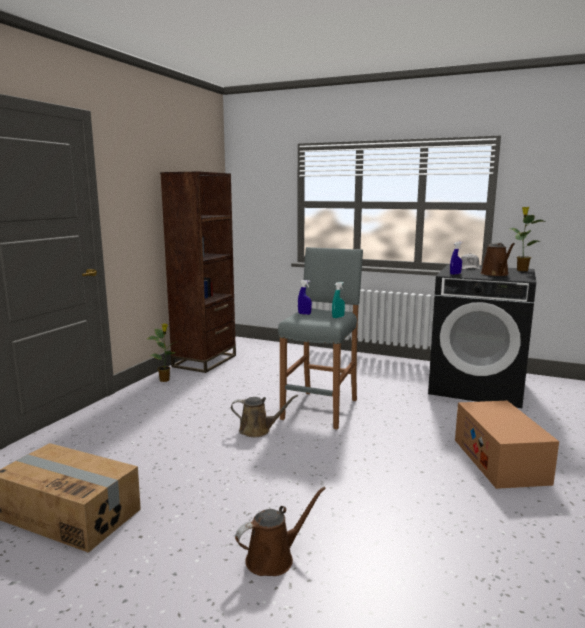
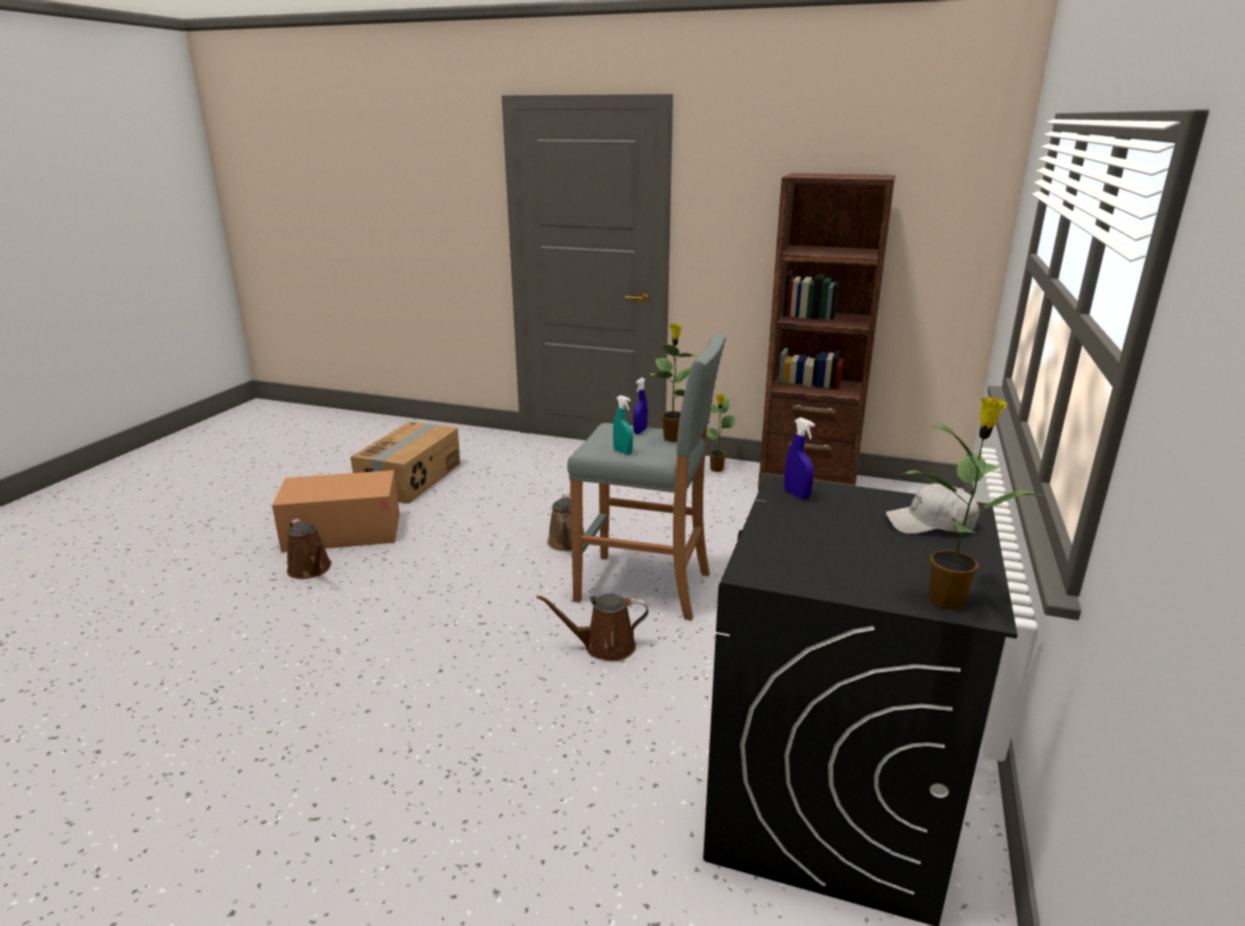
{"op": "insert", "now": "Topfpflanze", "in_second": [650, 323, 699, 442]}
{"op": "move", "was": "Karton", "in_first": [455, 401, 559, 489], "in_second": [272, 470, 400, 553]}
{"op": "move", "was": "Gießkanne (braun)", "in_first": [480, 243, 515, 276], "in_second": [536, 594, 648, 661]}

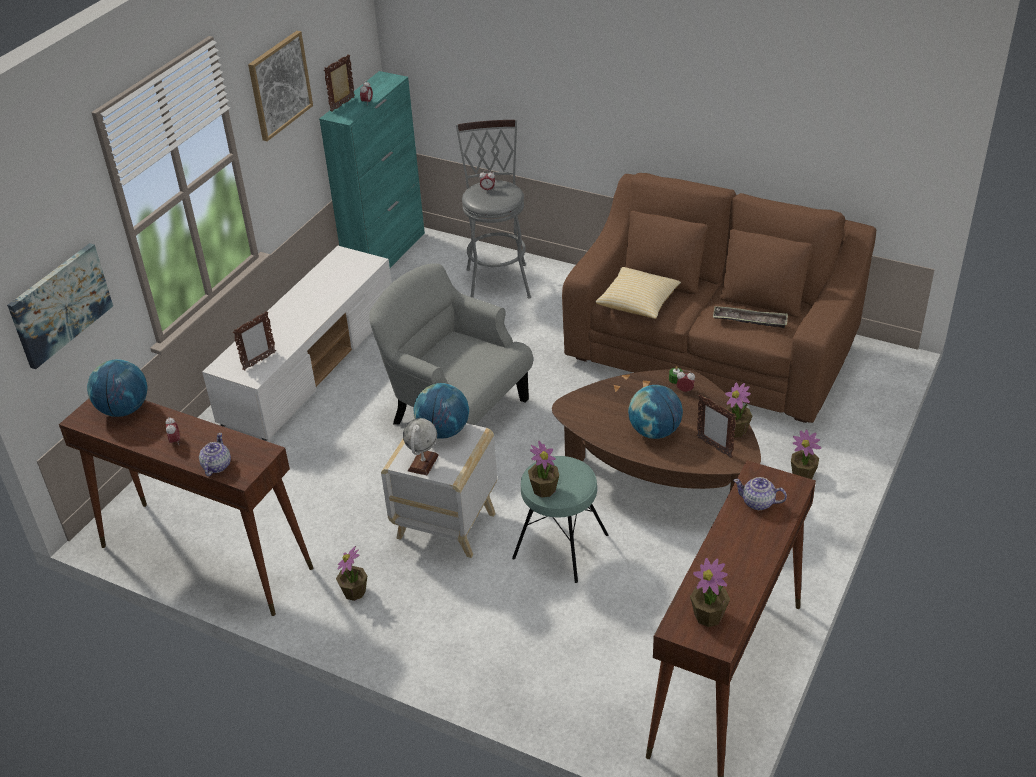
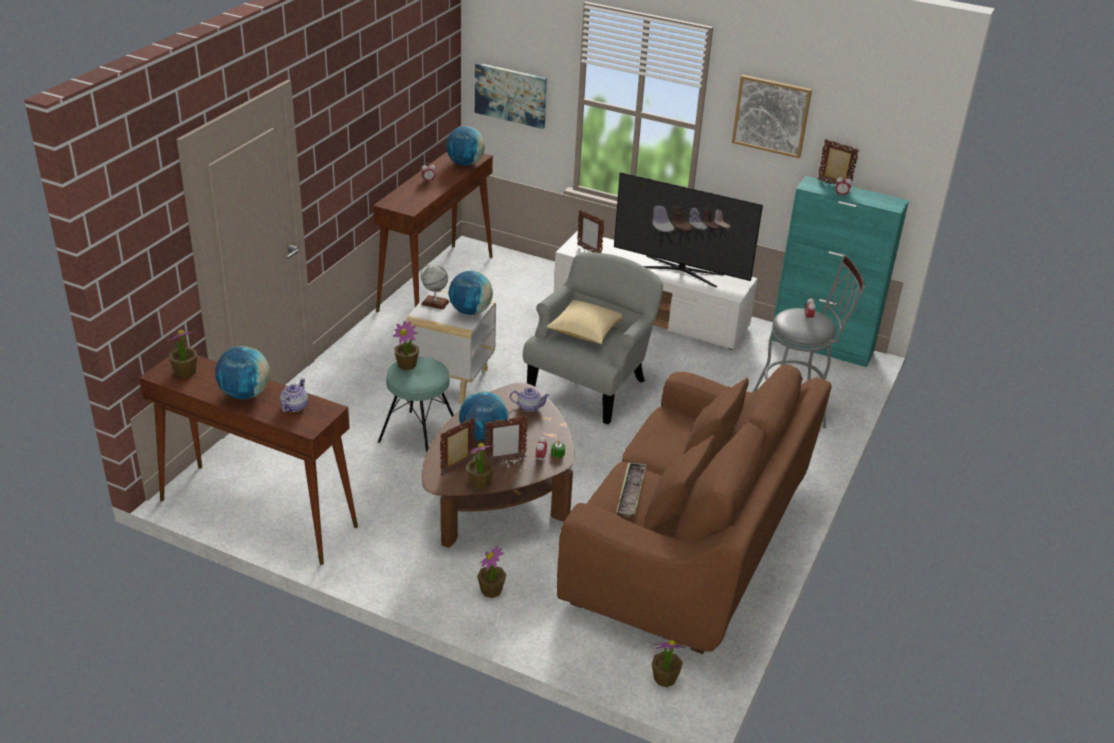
{"op": "insert", "now": "Globus", "in_second": [215, 346, 270, 400]}
{"op": "insert", "now": "Bilderrahmen", "in_second": [485, 416, 528, 463]}
{"op": "insert", "now": "Fernseher", "in_second": [614, 172, 763, 288]}
{"op": "move", "was": "Teekanne", "in_first": [199, 433, 231, 476], "in_second": [510, 388, 550, 412]}
{"op": "move", "was": "Topfpflanze", "in_first": [336, 546, 367, 601], "in_second": [652, 640, 686, 687]}
{"op": "move", "was": "Kissen", "in_first": [596, 267, 681, 319], "in_second": [546, 300, 622, 344]}

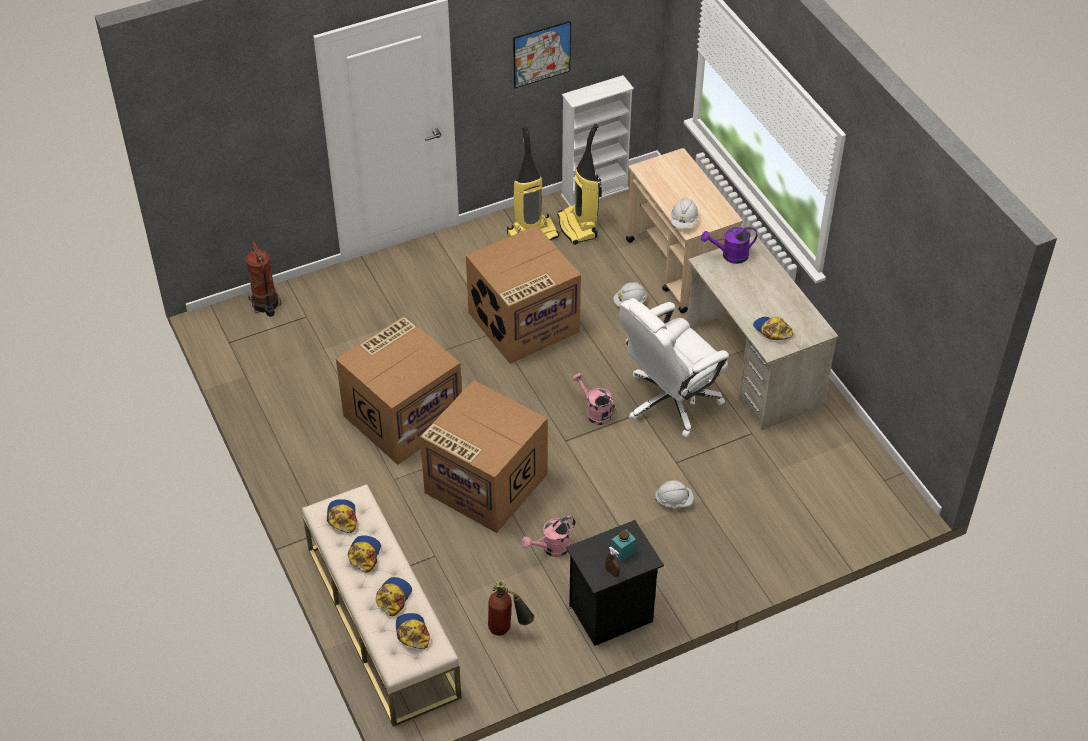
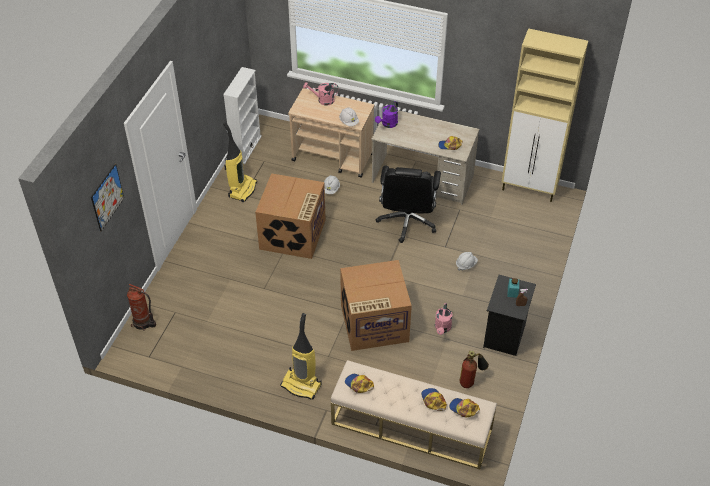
{"op": "delete", "was": "Karton", "in_first": [336, 316, 462, 465]}
{"op": "delete", "was": "Kappe", "in_first": [348, 535, 381, 573]}
{"op": "insert", "now": "Schrank (beige)", "in_second": [502, 28, 588, 202]}
{"op": "move", "was": "Bild", "in_first": [513, 21, 571, 88], "in_second": [91, 164, 124, 231]}
{"op": "move", "was": "Staubsauger", "in_first": [557, 124, 602, 245], "in_second": [280, 313, 322, 399]}
{"op": "move", "was": "Gießkanne (rosa)", "in_first": [572, 373, 615, 425], "in_second": [303, 82, 339, 105]}
{"op": "recolor", "was": "Bürostuhl (weiß)", "now": "Bürostuhl (schwarz)", "in_first": [619, 298, 729, 438], "in_second": [375, 166, 441, 243]}

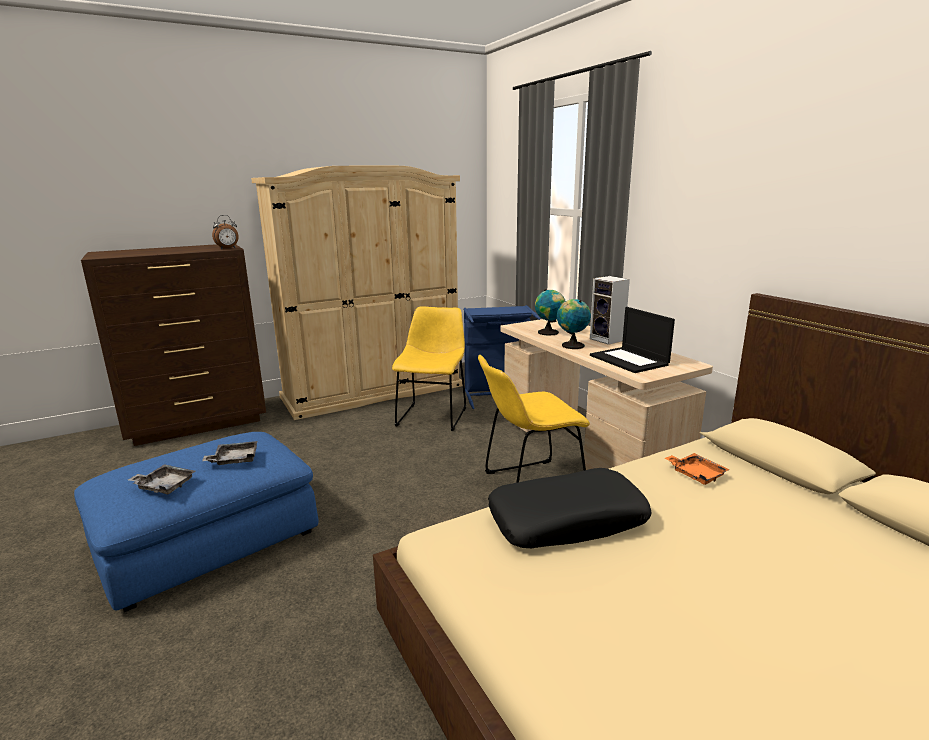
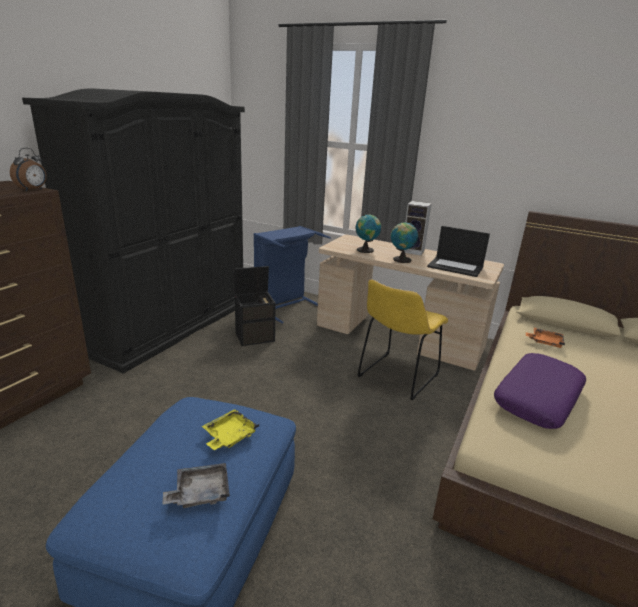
{"op": "replace", "was": "Stuhl (gelb)", "now": "Aufbewahrungsbox (schwarz)", "in_first": [392, 306, 466, 431], "in_second": [234, 266, 276, 346]}
{"op": "recolor", "was": "Tablett (grau)", "now": "Tablett (gelb)", "in_first": [202, 441, 257, 465], "in_second": [202, 409, 259, 450]}
{"op": "recolor", "was": "Kleiderschrank (beige)", "now": "Kleiderschrank (schwarz)", "in_first": [251, 166, 463, 420], "in_second": [22, 88, 245, 374]}
{"op": "recolor", "was": "Kissen (schwarz)", "now": "Kissen (lila)", "in_first": [488, 468, 652, 548], "in_second": [494, 353, 586, 429]}

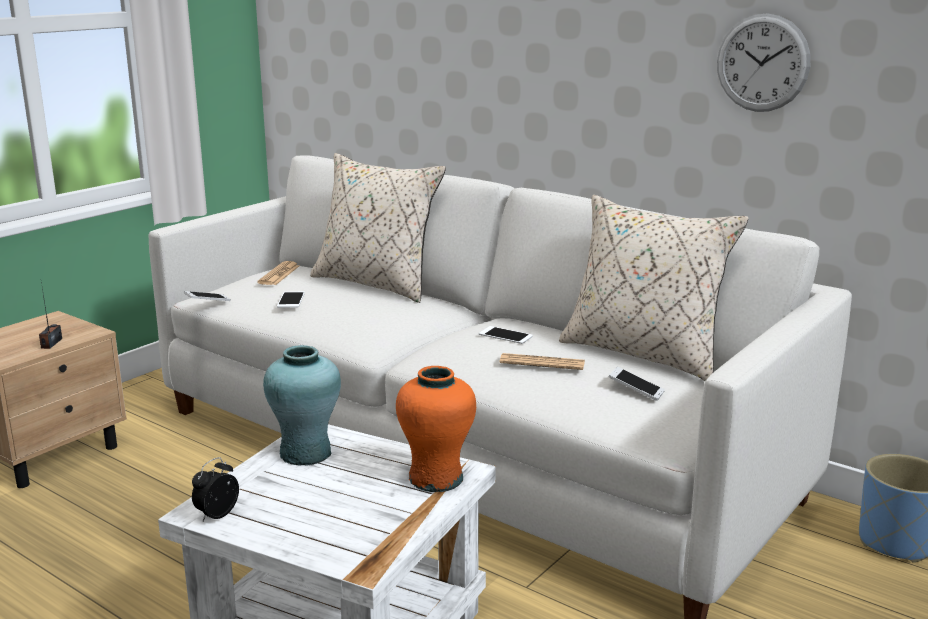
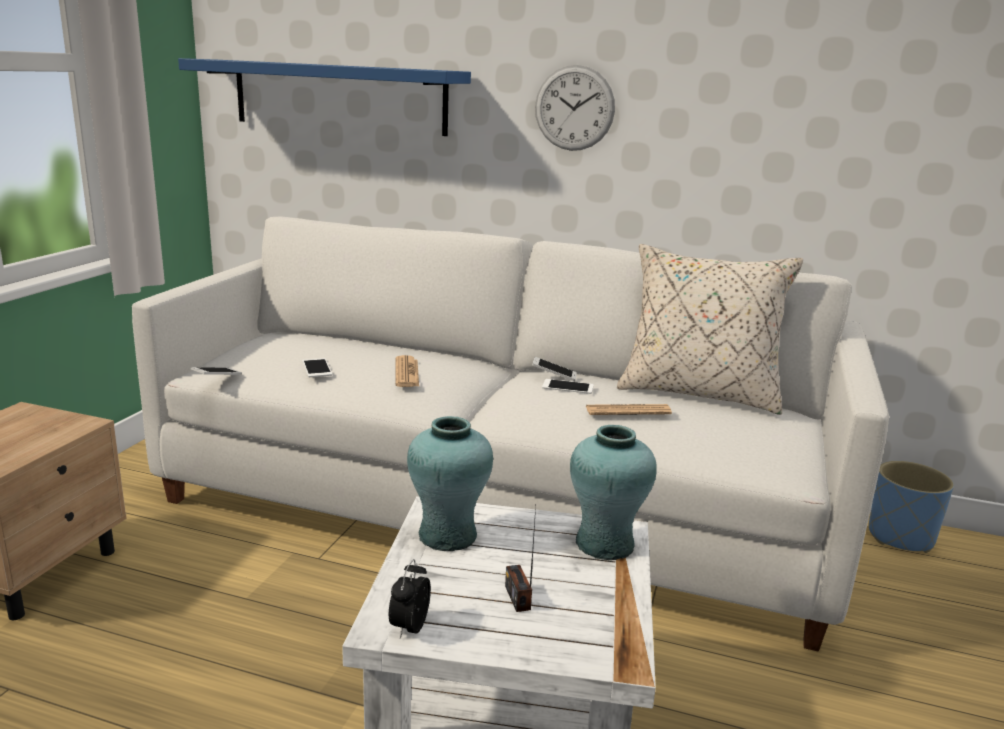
{"op": "delete", "was": "Kissen (beige)", "in_first": [310, 153, 446, 303]}
{"op": "insert", "now": "Wandregal (blau)", "in_second": [178, 58, 471, 136]}
{"op": "move", "was": "Radio", "in_first": [39, 282, 62, 349], "in_second": [505, 506, 536, 612]}
{"op": "move", "was": "Zeitung", "in_first": [257, 261, 299, 285], "in_second": [395, 355, 419, 387]}
{"op": "move", "was": "Handy", "in_first": [609, 367, 665, 401], "in_second": [532, 357, 577, 381]}
{"op": "move", "was": "Wanduhr", "in_first": [717, 13, 810, 112], "in_second": [535, 65, 615, 151]}
{"op": "recolor", "was": "Vase (orange)", "now": "Vase (türkis)", "in_first": [396, 366, 476, 492], "in_second": [570, 425, 657, 560]}

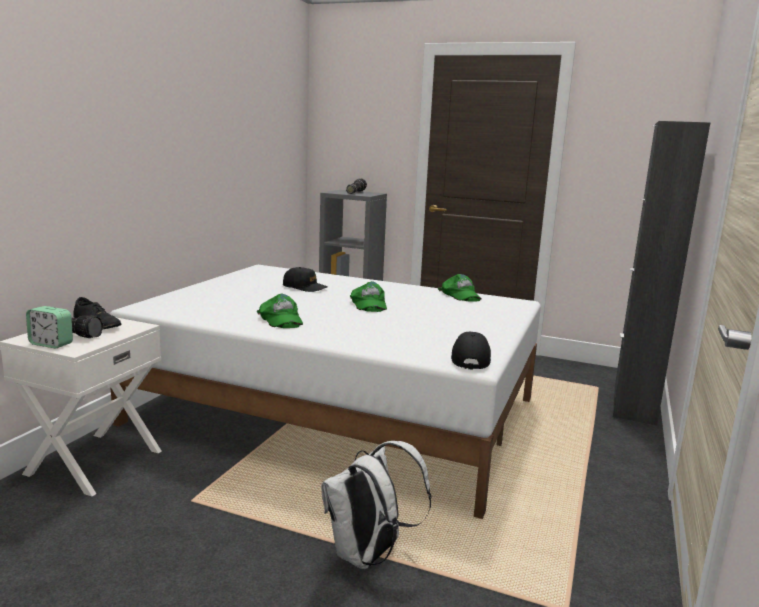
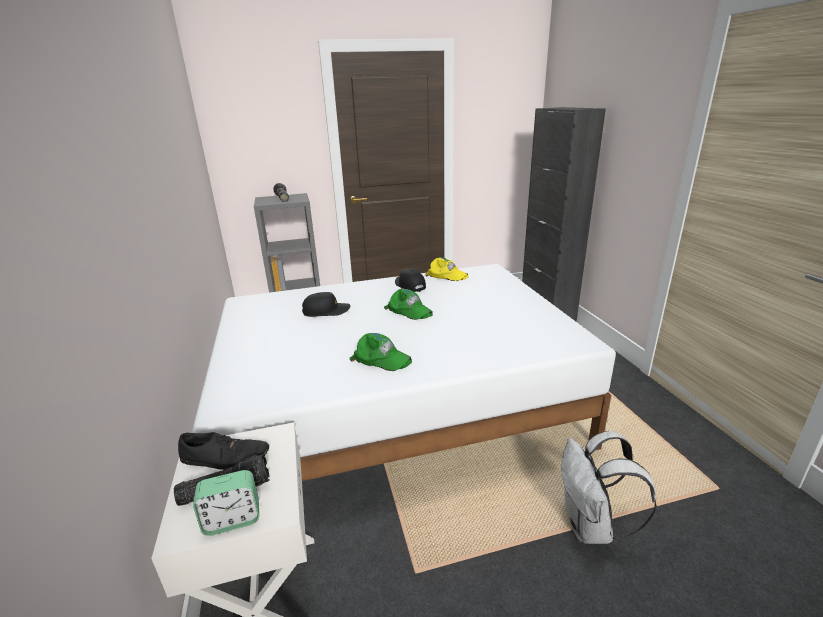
{"op": "move", "was": "Kappe (schwarz)", "in_first": [451, 332, 491, 370], "in_second": [395, 268, 426, 292]}
{"op": "recolor", "was": "Kappe (grün)", "now": "Kappe (gelb)", "in_first": [438, 274, 482, 302], "in_second": [425, 257, 469, 281]}

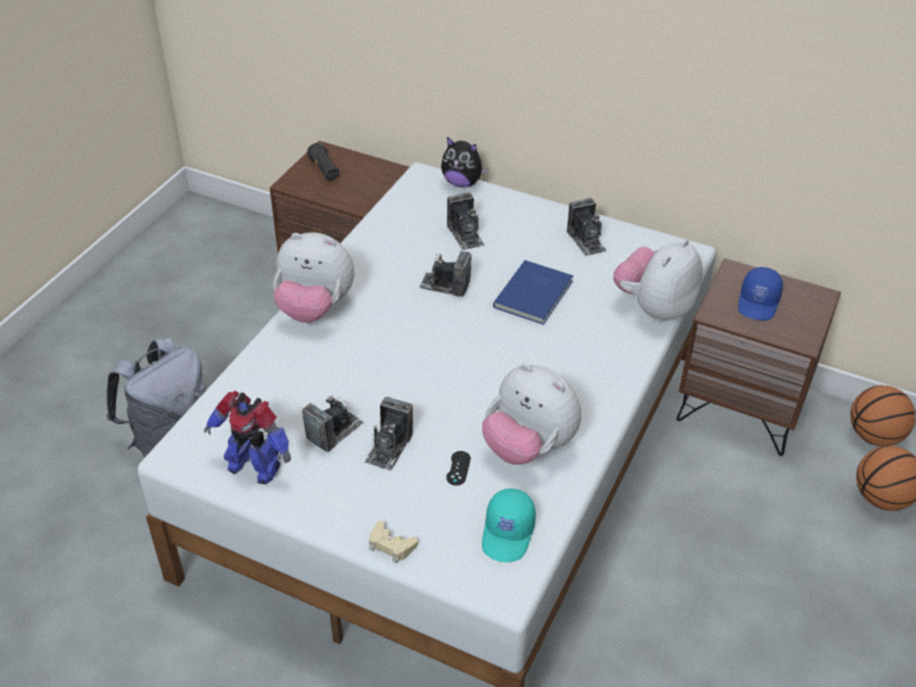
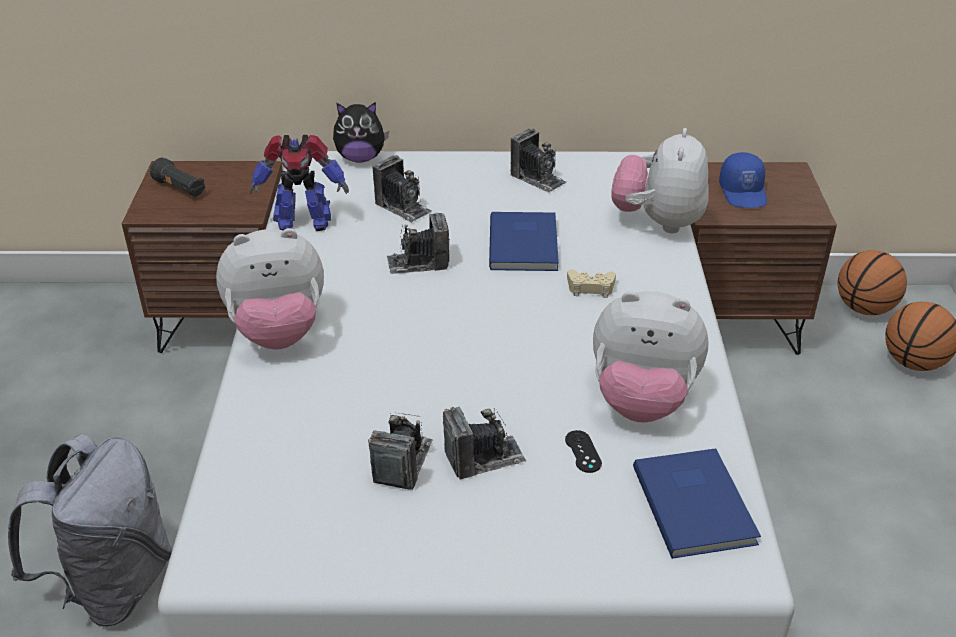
{"op": "move", "was": "Spielzeugroboter", "in_first": [204, 391, 291, 484], "in_second": [250, 135, 349, 231]}
{"op": "move", "was": "Gamepad (beige)", "in_first": [369, 521, 418, 563], "in_second": [567, 269, 616, 298]}
{"op": "replace", "was": "Kappe (türkis)", "now": "Buch (blau)", "in_first": [482, 488, 536, 562], "in_second": [633, 448, 761, 559]}
{"op": "rotate", "was": "Kamera", "in_first": [364, 397, 413, 470], "in_second": [443, 407, 527, 479], "clockwise": -105}

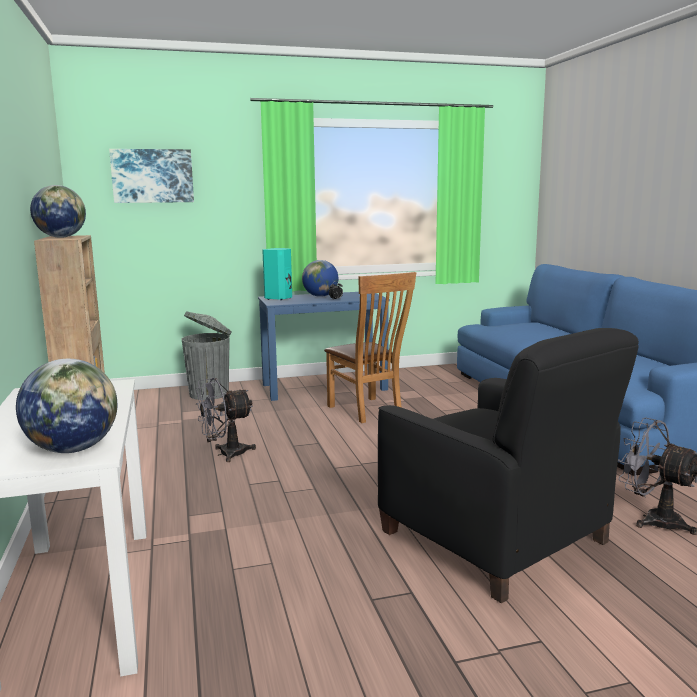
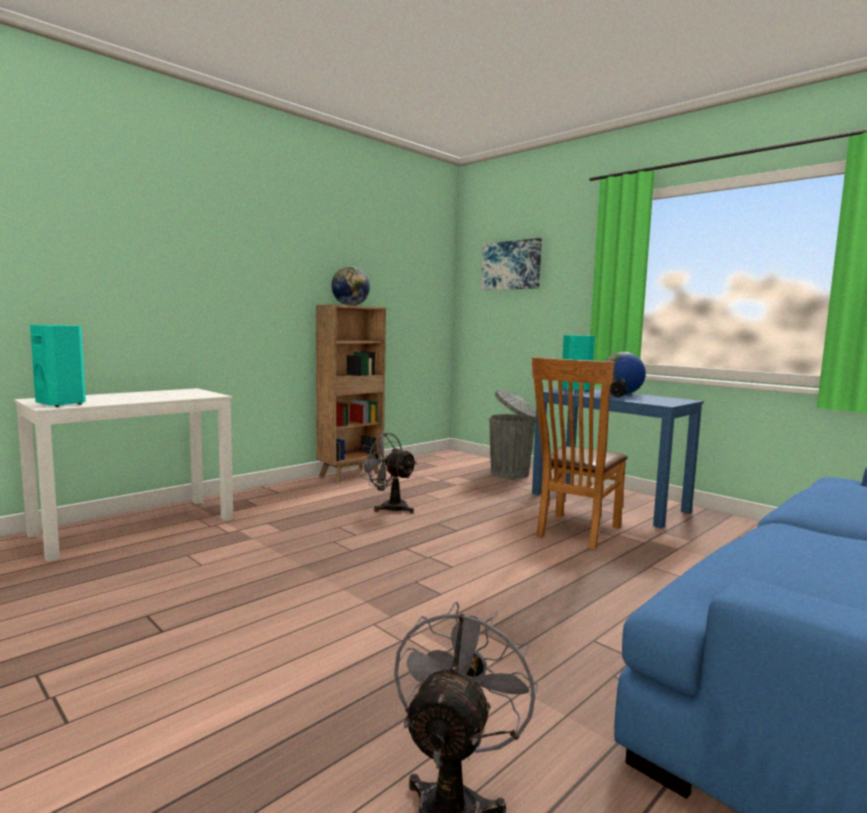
{"op": "delete", "was": "Sessel (schwarz)", "in_first": [378, 328, 639, 603]}
{"op": "replace", "was": "Globus", "now": "Lautsprecher (türkis)", "in_first": [16, 359, 117, 453], "in_second": [30, 325, 86, 407]}

